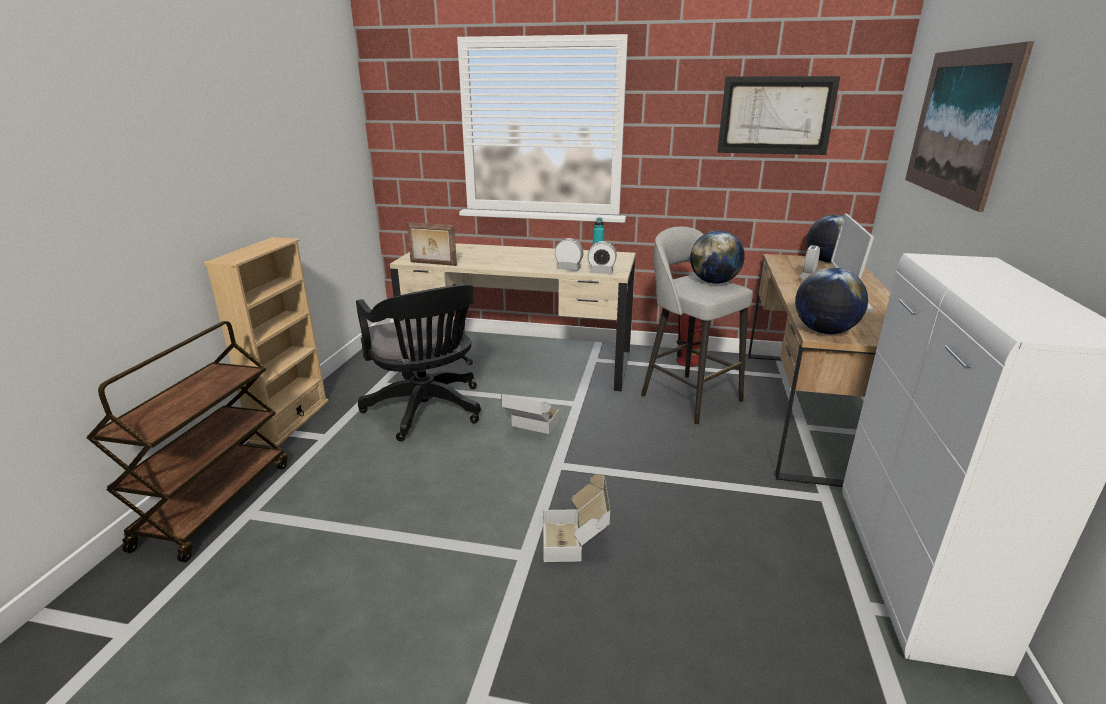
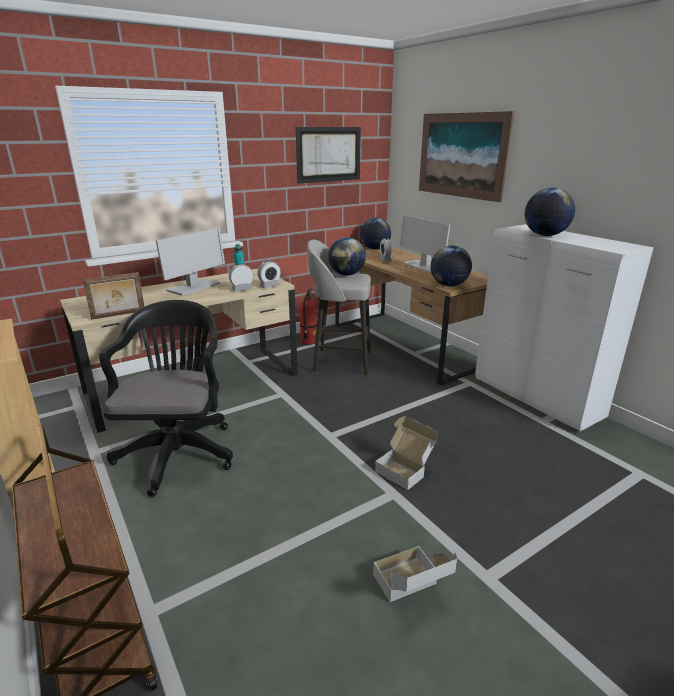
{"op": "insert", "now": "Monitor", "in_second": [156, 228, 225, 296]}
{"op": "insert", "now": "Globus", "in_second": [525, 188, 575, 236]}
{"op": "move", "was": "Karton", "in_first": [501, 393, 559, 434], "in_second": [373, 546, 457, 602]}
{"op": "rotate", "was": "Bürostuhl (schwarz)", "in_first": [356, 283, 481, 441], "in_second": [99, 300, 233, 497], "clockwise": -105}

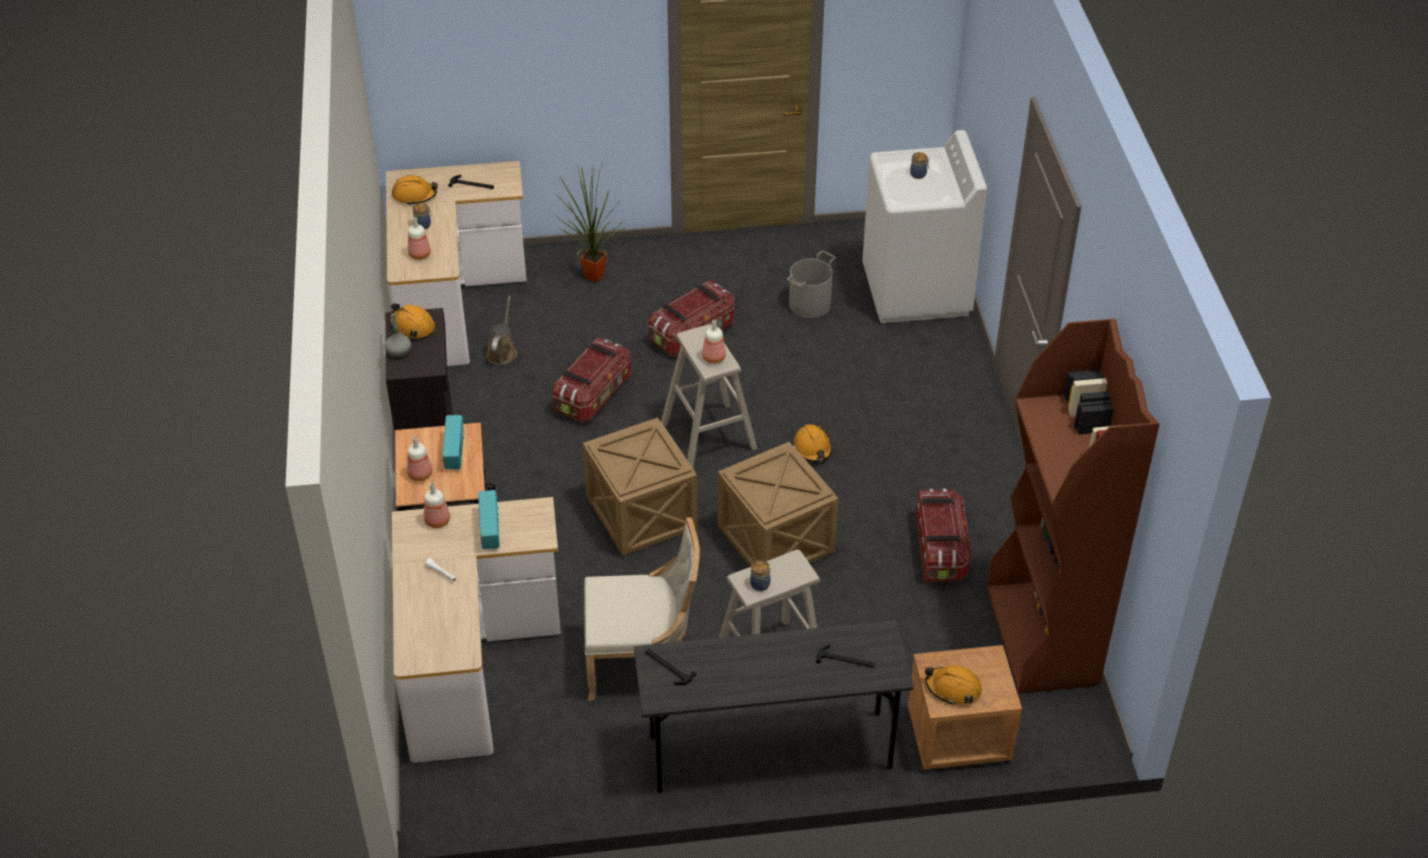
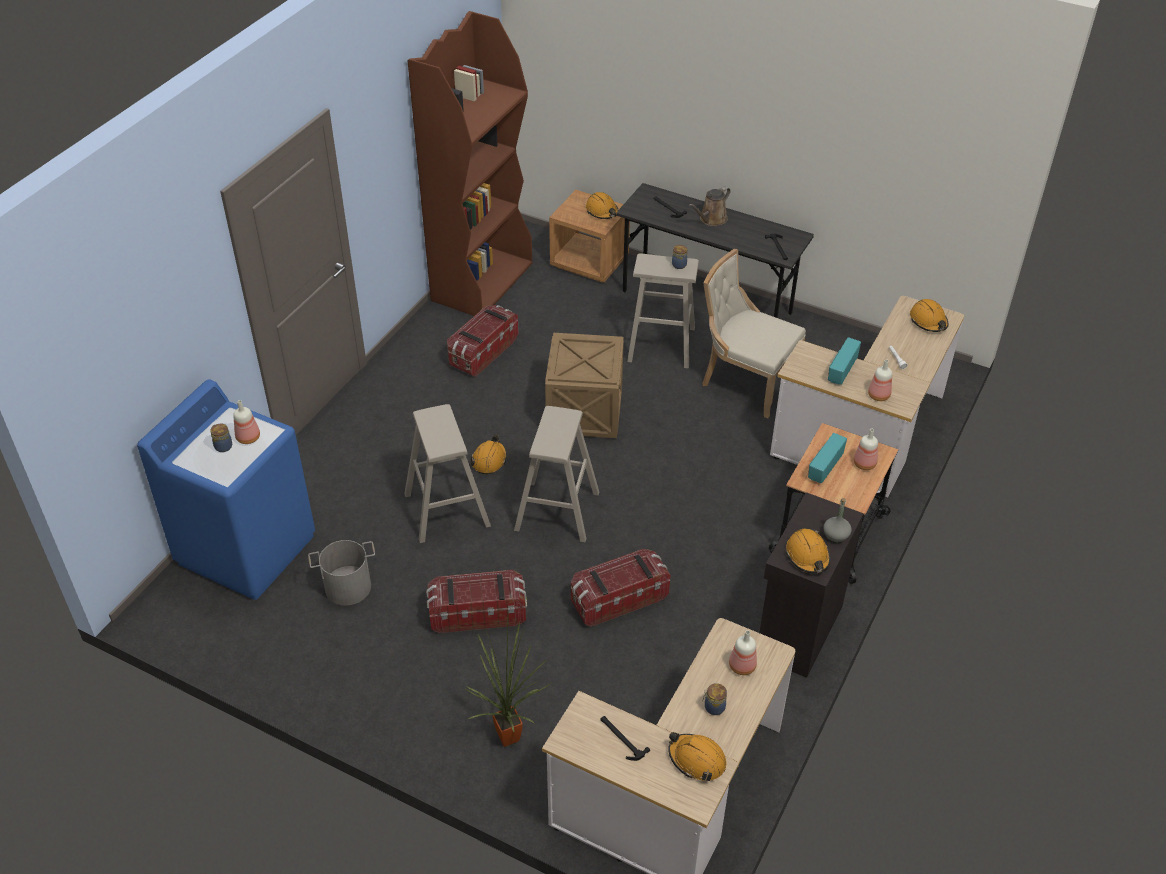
{"op": "delete", "was": "Kiste", "in_first": [583, 418, 697, 556]}
{"op": "insert", "now": "Hocker (beige)", "in_second": [404, 404, 491, 543]}
{"op": "insert", "now": "Schutzhelm (orange)", "in_second": [910, 299, 948, 332]}
{"op": "move", "was": "Gießkanne (braun)", "in_first": [486, 296, 517, 365], "in_second": [689, 186, 731, 226]}
{"op": "move", "was": "Flasche", "in_first": [702, 320, 726, 364], "in_second": [233, 400, 260, 444]}
{"op": "recolor", "was": "Waschmaschine (weiß)", "now": "Waschmaschine (blau)", "in_first": [862, 130, 987, 323], "in_second": [137, 379, 315, 600]}

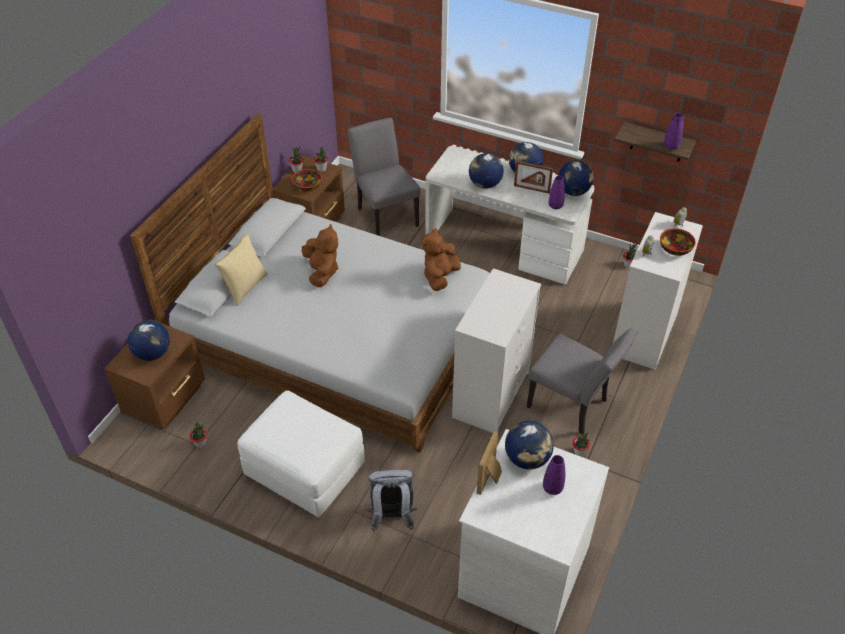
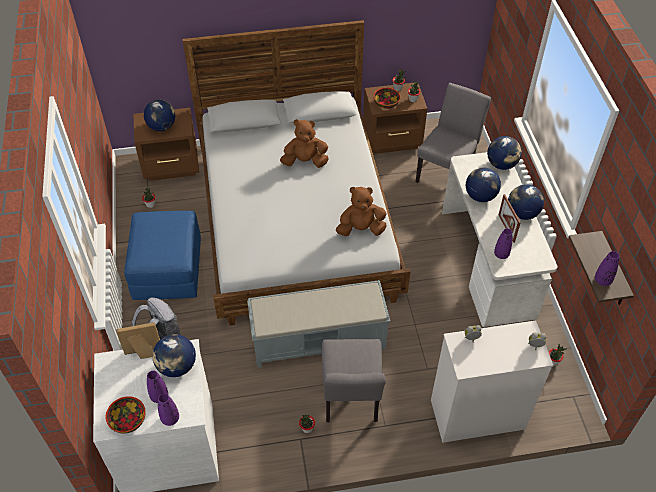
{"op": "delete", "was": "Kissen", "in_first": [215, 233, 268, 306]}
{"op": "insert", "now": "Vase (lila)", "in_second": [158, 393, 179, 426]}
{"op": "move", "was": "Globus", "in_first": [558, 161, 594, 196], "in_second": [487, 136, 522, 170]}
{"op": "move", "was": "Schüssel", "in_first": [660, 228, 696, 256], "in_second": [106, 396, 146, 434]}
{"op": "replace", "was": "Kommode (weiß)", "now": "Bank (grau)", "in_first": [452, 268, 541, 433], "in_second": [247, 280, 390, 368]}
{"op": "recolor", "was": "Polsterhocker (weiß)", "now": "Polsterhocker (blau)", "in_first": [238, 390, 365, 517], "in_second": [124, 211, 201, 300]}
{"op": "rotate", "was": "Plüschtier (braun)", "in_first": [302, 224, 338, 287], "in_second": [280, 119, 329, 168], "clockwise": -135}

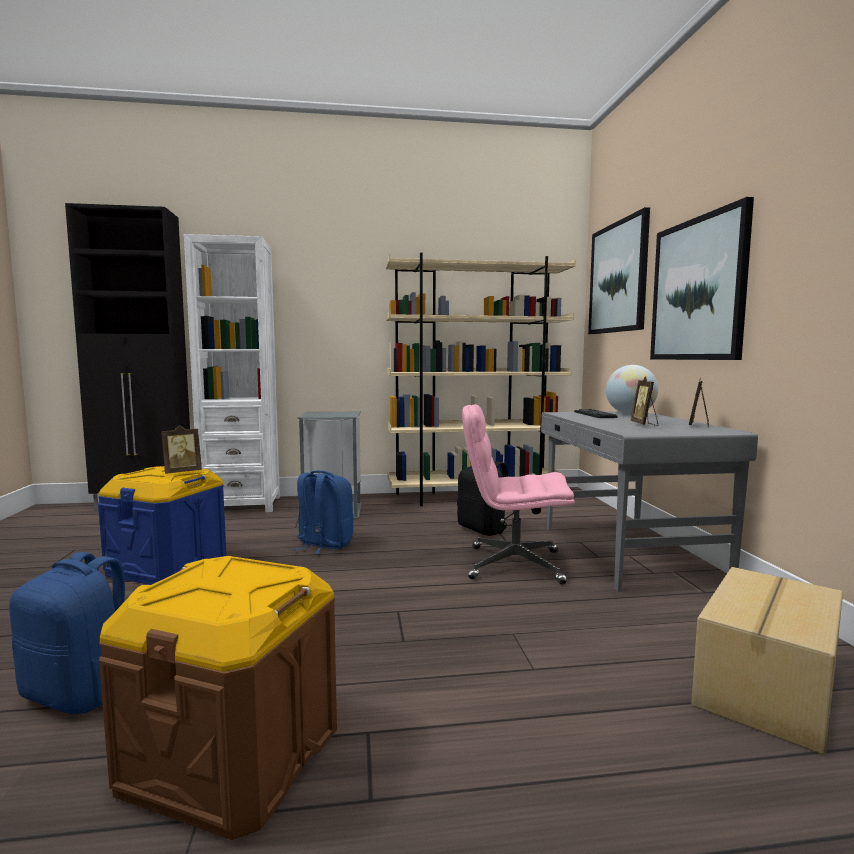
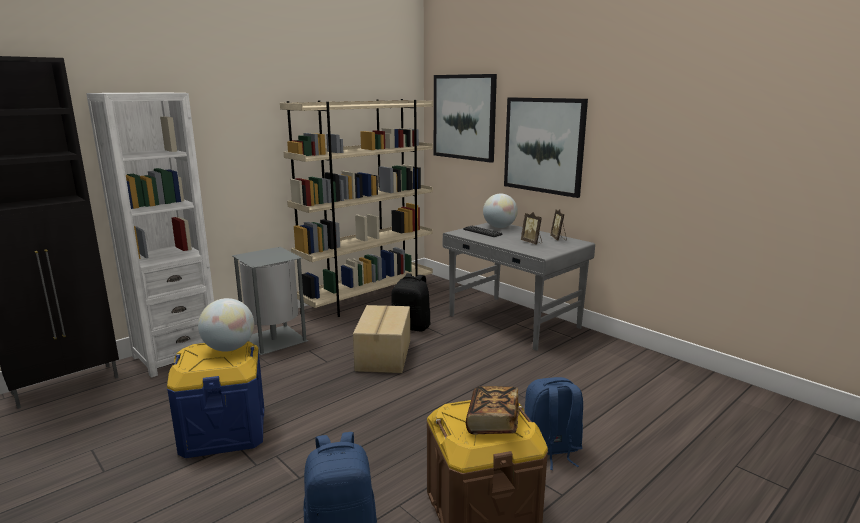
{"op": "delete", "was": "Bürostuhl (rosa)", "in_first": [462, 404, 575, 584]}
{"op": "insert", "now": "Buch", "in_second": [466, 386, 520, 434]}
{"op": "move", "was": "Rucksack (blau)", "in_first": [294, 470, 354, 554], "in_second": [525, 377, 583, 470]}
{"op": "move", "was": "Karton", "in_first": [691, 567, 843, 755], "in_second": [353, 305, 410, 373]}
{"op": "replace", "was": "Bilderrahmen", "now": "Globus", "in_first": [161, 425, 202, 474], "in_second": [198, 298, 254, 352]}

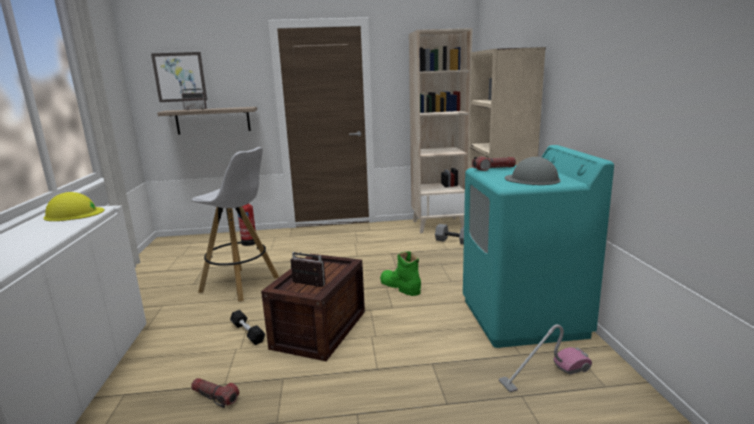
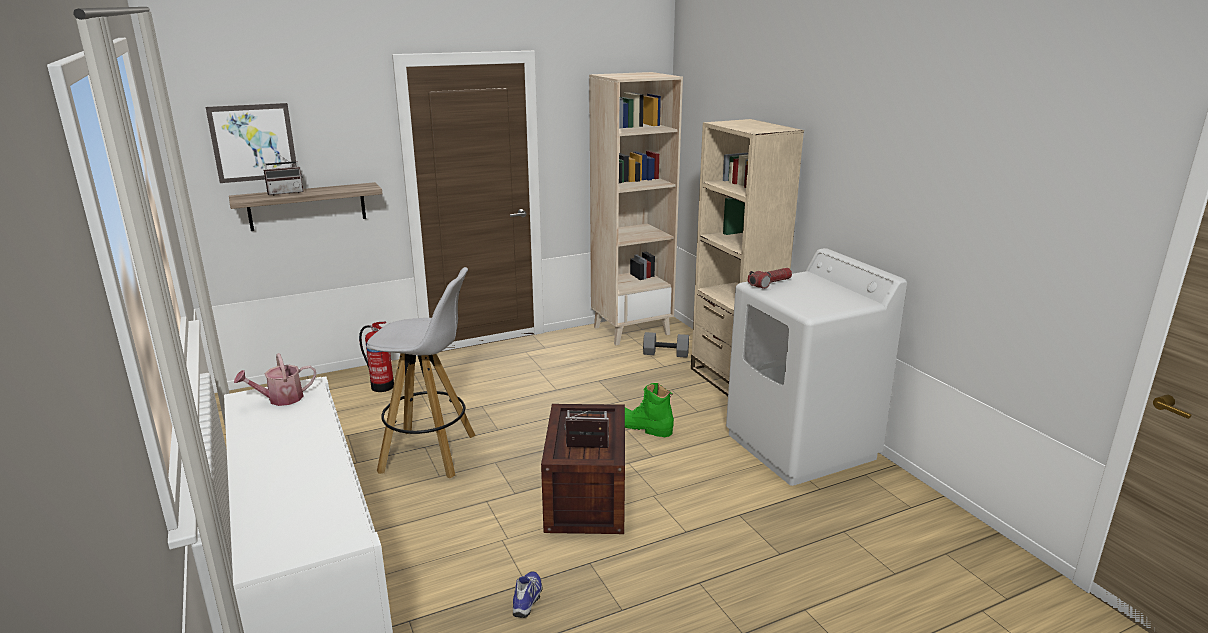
{"op": "delete", "was": "Hantel (schwarz)", "in_first": [230, 310, 265, 345]}
{"op": "delete", "was": "Staubsauger", "in_first": [499, 324, 592, 393]}
{"op": "delete", "was": "Schutzhelm (grau)", "in_first": [505, 157, 561, 185]}
{"op": "replace", "was": "Schutzhelm (gelb)", "now": "Gießkanne", "in_first": [44, 192, 104, 221], "in_second": [234, 353, 316, 406]}
{"op": "replace", "was": "Taschenlampe", "now": "Schuh", "in_first": [191, 378, 239, 408], "in_second": [513, 572, 543, 618]}
{"op": "recolor", "was": "Waschmaschine (türkis)", "now": "Waschmaschine (weiß)", "in_first": [463, 145, 614, 348], "in_second": [726, 248, 907, 486]}

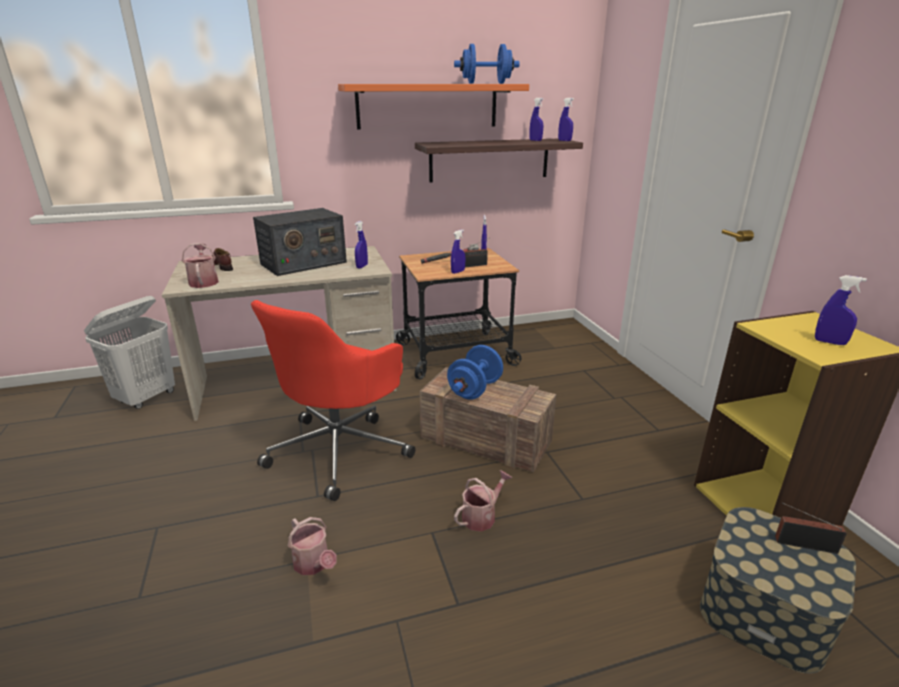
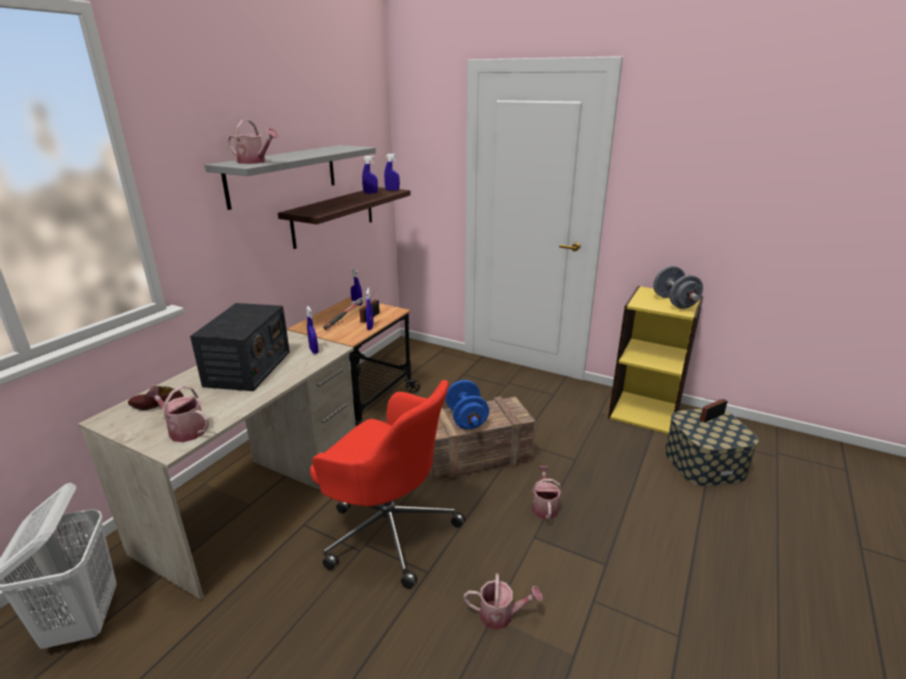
{"op": "delete", "was": "Hantel (blau)", "in_first": [454, 44, 520, 84]}
{"op": "insert", "now": "Gießkanne", "in_second": [227, 119, 279, 164]}
{"op": "replace", "was": "Sprühflasche (blau)", "now": "Hantel (grau)", "in_first": [815, 275, 867, 345], "in_second": [653, 266, 703, 309]}
{"op": "recolor", "was": "Wandregal (orange)", "now": "Wandregal (grau)", "in_first": [338, 84, 529, 130], "in_second": [205, 145, 376, 210]}
{"op": "rotate", "was": "Bürostuhl (rot)", "in_first": [251, 300, 415, 501], "in_second": [310, 380, 465, 589], "clockwise": -45}

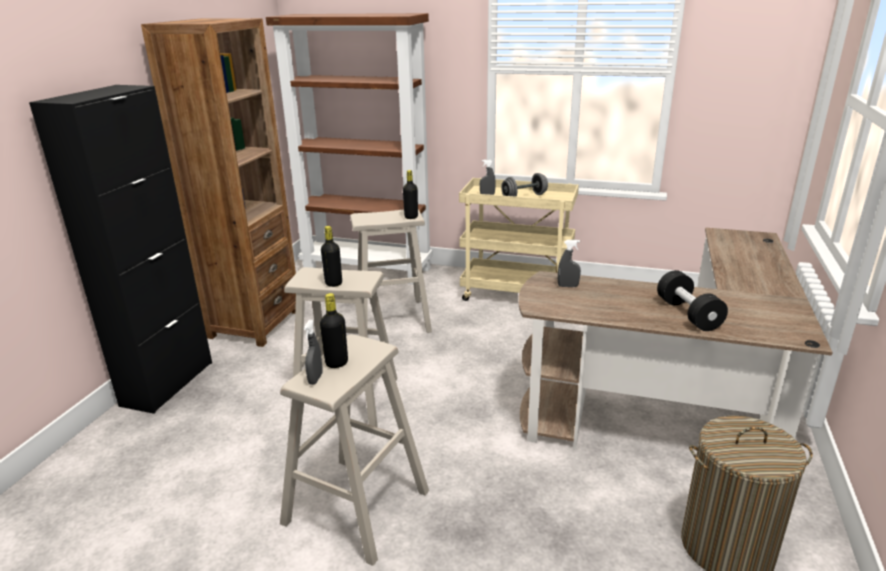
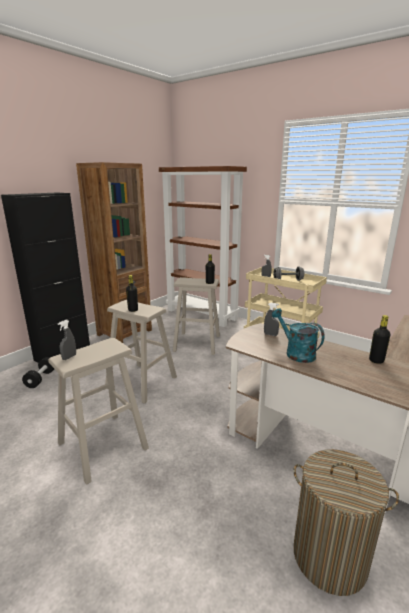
{"op": "insert", "now": "Gießkanne (türkis)", "in_second": [272, 308, 325, 363]}
{"op": "move", "was": "Flasche (schwarz)", "in_first": [320, 293, 348, 368], "in_second": [369, 315, 390, 364]}
{"op": "move", "was": "Hantel (schwarz)", "in_first": [657, 270, 728, 331], "in_second": [22, 357, 54, 388]}

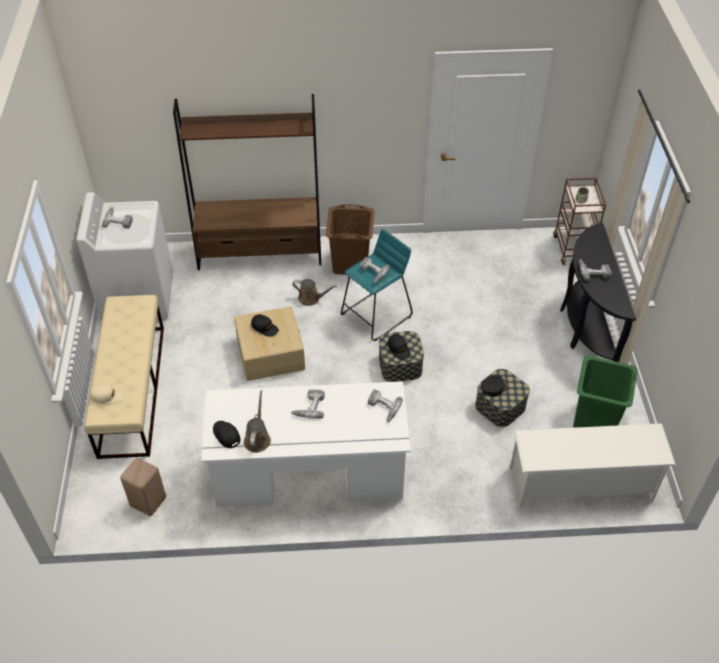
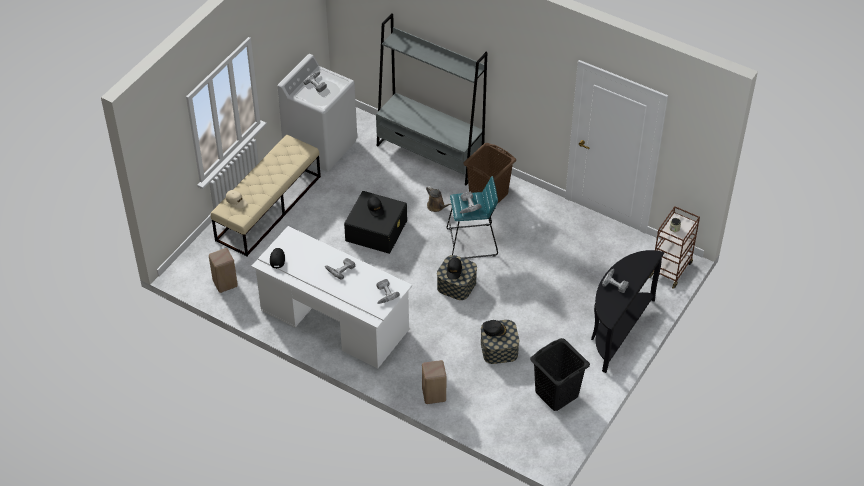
{"op": "delete", "was": "Gießkanne (braun)", "in_first": [244, 390, 271, 453]}
{"op": "delete", "was": "Schuhregal (weiß)", "in_first": [510, 423, 676, 508]}
{"op": "insert", "now": "Hocker (beige)", "in_second": [422, 360, 447, 404]}
{"op": "recolor", "was": "Bücherregal (braun)", "now": "Bücherregal (grau)", "in_first": [173, 94, 321, 270], "in_second": [376, 14, 487, 185]}
{"op": "recolor", "was": "Aufbewahrungsbox (beige)", "now": "Aufbewahrungsbox (schwarz)", "in_first": [234, 306, 305, 381], "in_second": [344, 191, 407, 254]}
{"op": "recolor", "was": "Wäschekorb (grün)", "now": "Wäschekorb (schwarz)", "in_first": [573, 355, 638, 428], "in_second": [530, 338, 590, 411]}

